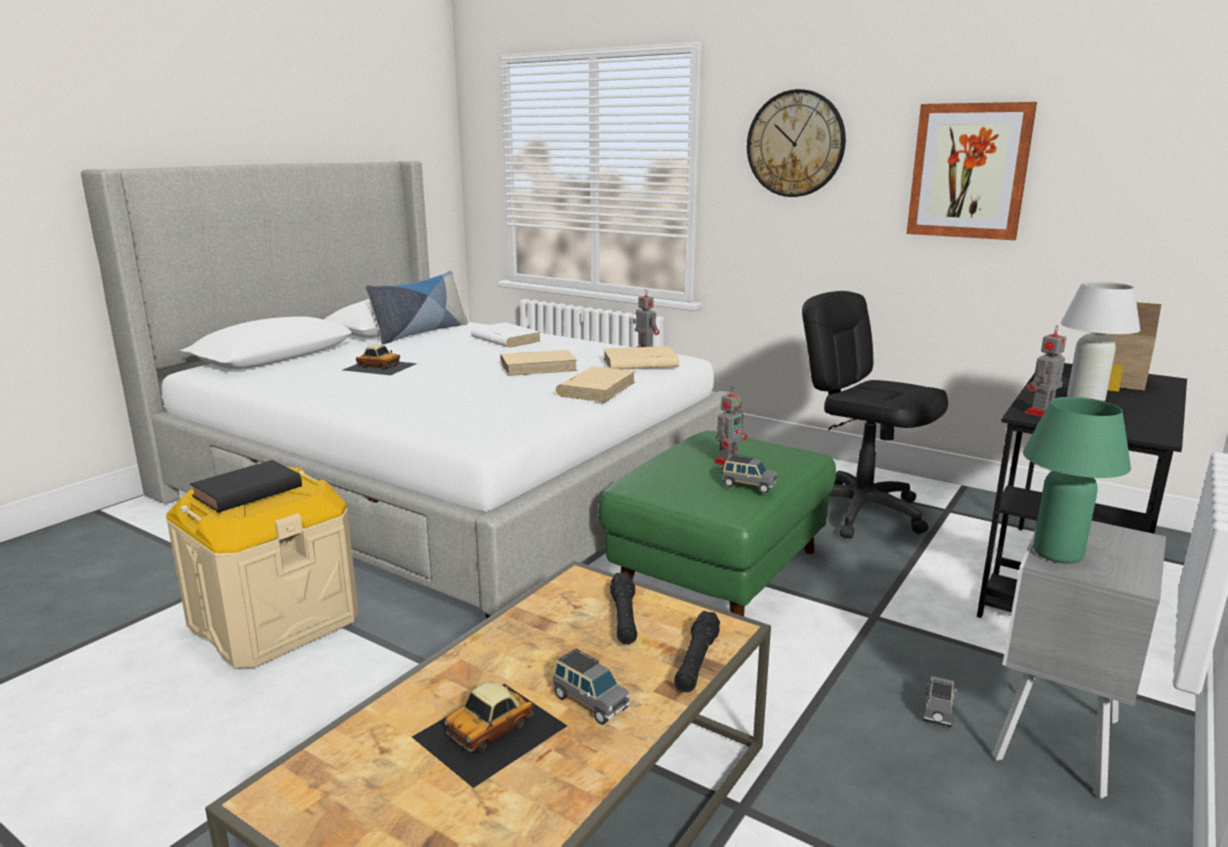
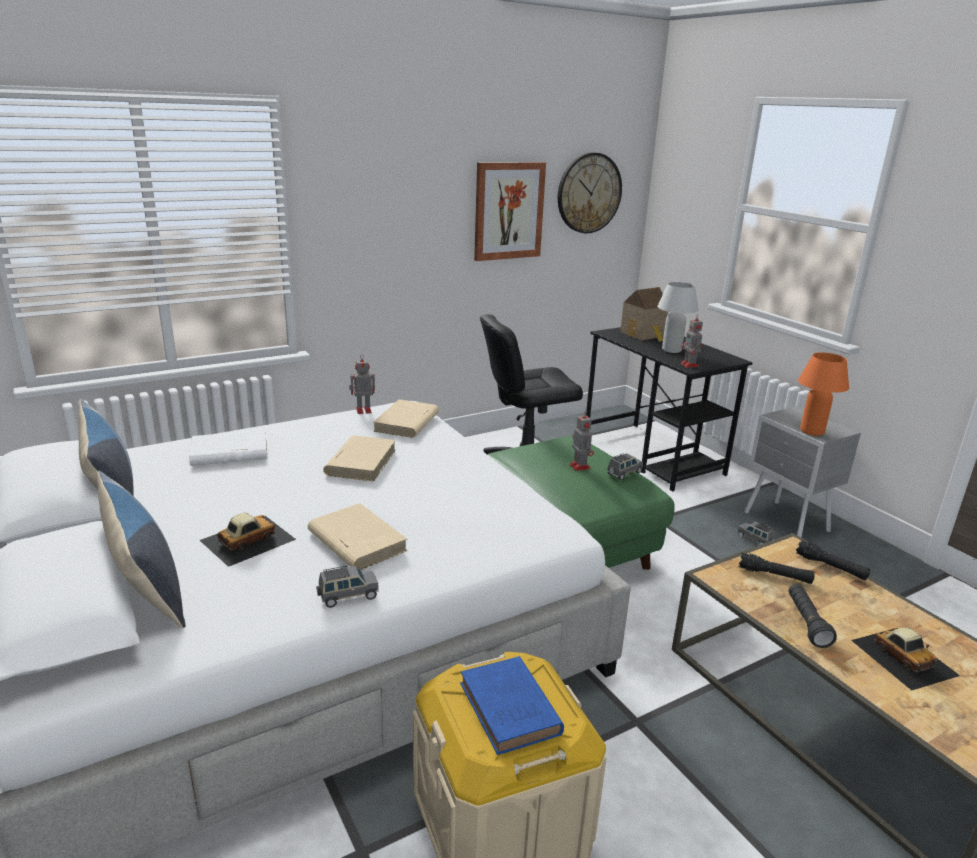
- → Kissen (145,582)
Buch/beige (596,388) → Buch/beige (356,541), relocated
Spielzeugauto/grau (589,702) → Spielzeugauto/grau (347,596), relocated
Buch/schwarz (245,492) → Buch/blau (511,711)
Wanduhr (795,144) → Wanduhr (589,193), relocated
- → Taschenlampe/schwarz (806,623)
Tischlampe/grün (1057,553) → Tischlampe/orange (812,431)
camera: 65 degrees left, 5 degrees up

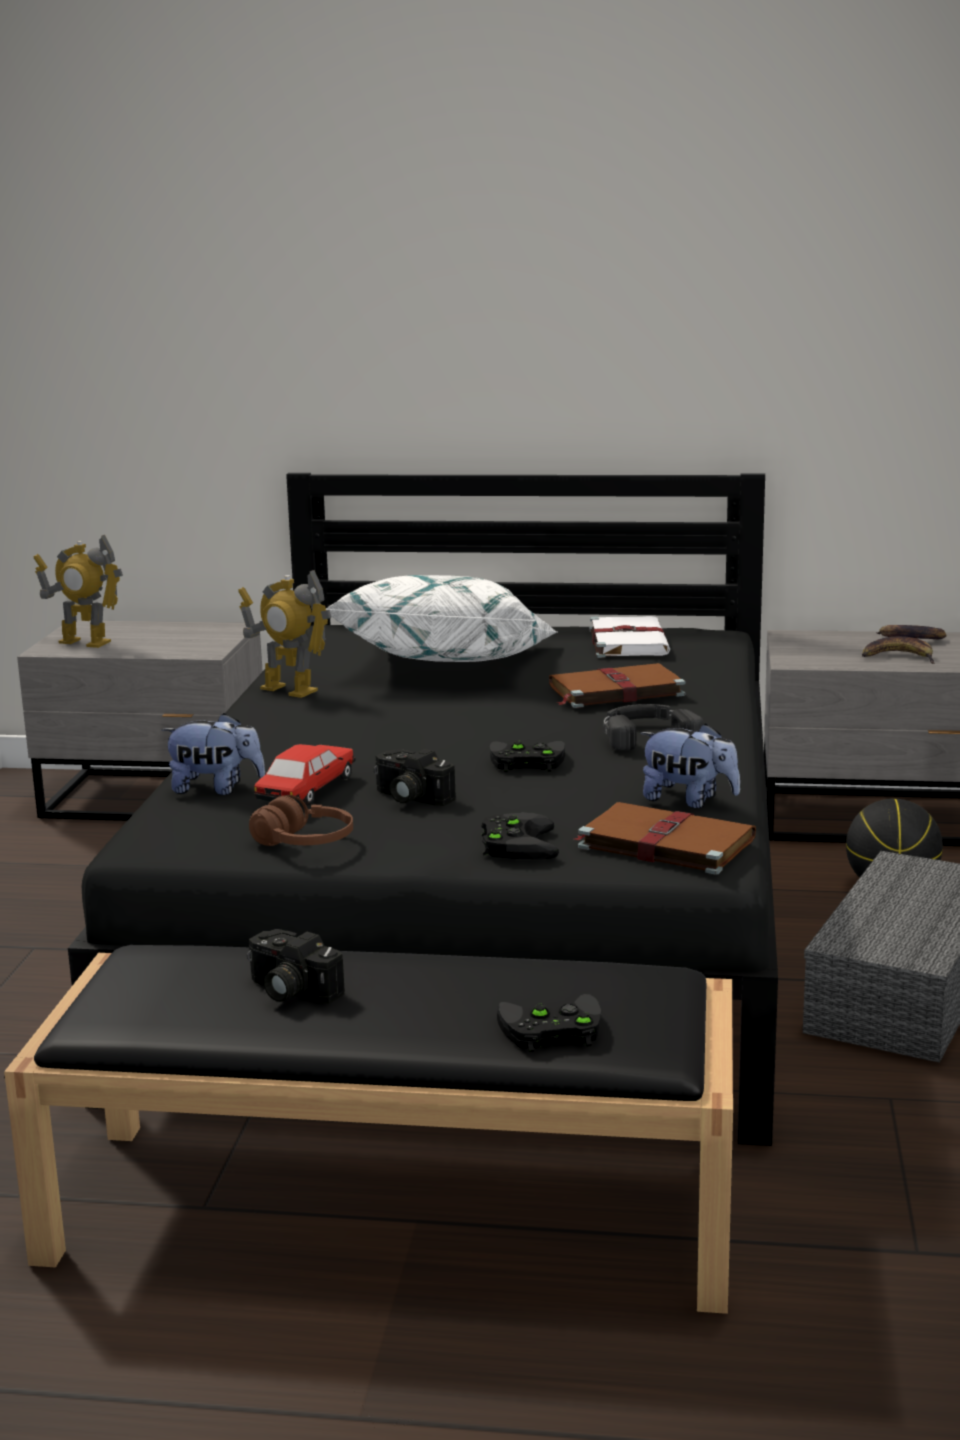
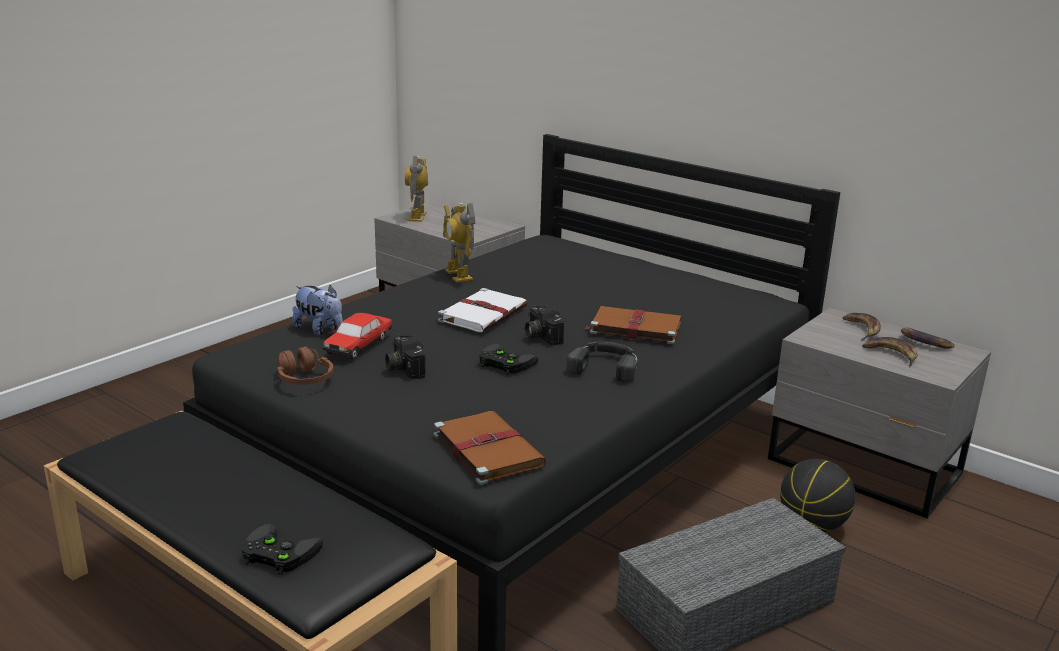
Spielzeugauto (306,791) → Spielzeugauto (358,345), 150 degrees clockwise
Spielzeugroboter (84,642) → Spielzeugroboter (418,217), 45 degrees clockwise
Buch/weiß (628,641) → Buch/weiß (483,313), relocated
Kamera (289,991) → Kamera (540,335), relocated
- → Banane (862,330)
Kissen/weiß (449,665) → -
Gamepad/schwarz (515,843) → -
Plüschtier (689,800) → -
camera: 30 degrees right, 5 degrees up

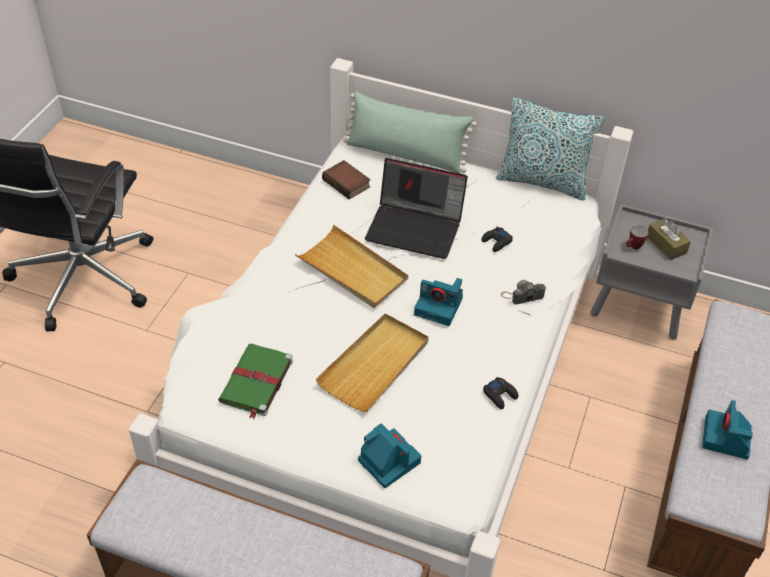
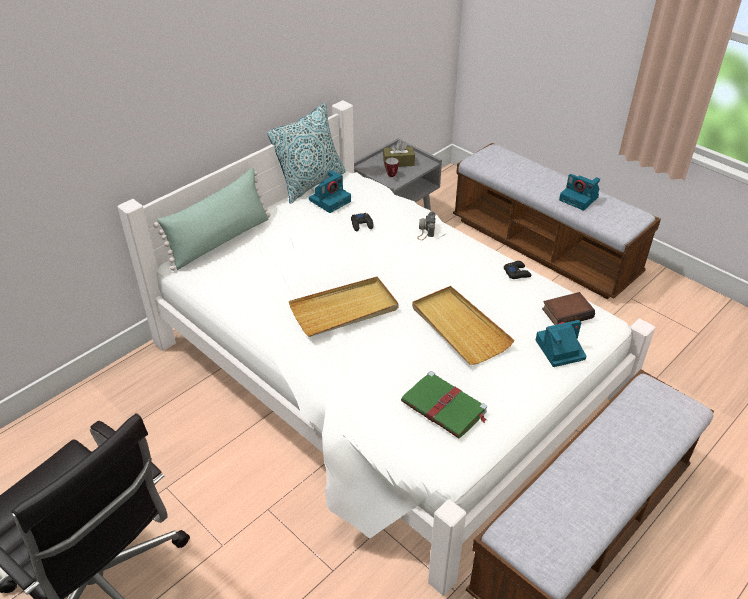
Kamera (439,306) → Kamera (330,200), relocated
Buch (347,183) → Buch (567,312), relocated
Laptop (416,228) → -
camera: 65 degrees left, 5 degrees down

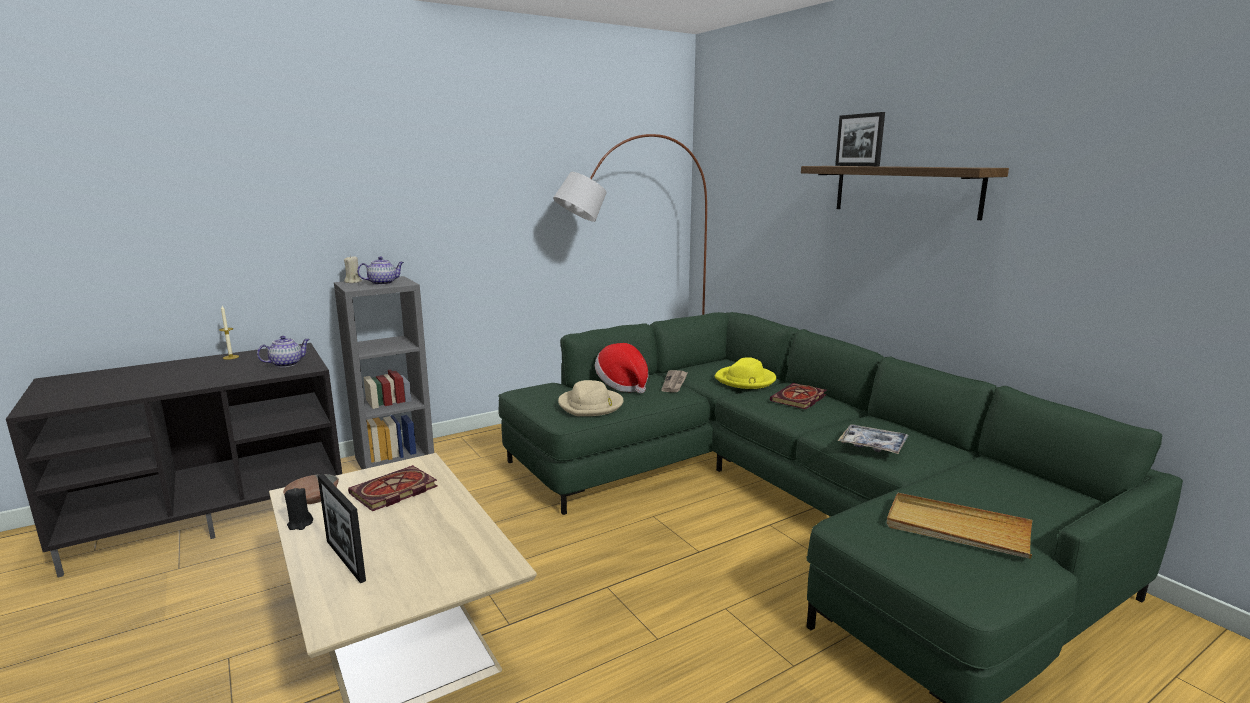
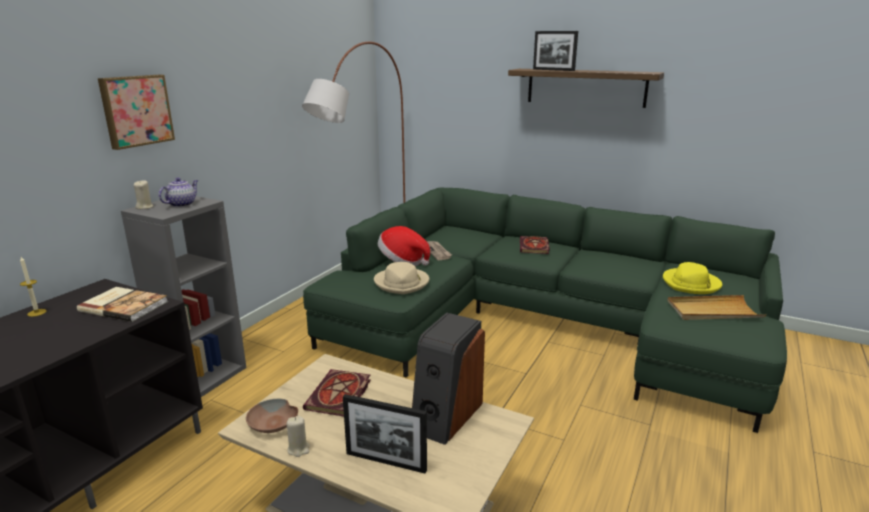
Teekanne (287,364) → Buch (124,305)
- → Bild (136,110)
Kerze/schwarz (300,524) → Kerze/beige (298,449)
- → Lautsprecher (446,416)
Hut/gelb (745,380) → Hut/gelb (691,284), relocated
Tablett (872,445) → -
camera: 30 degrees left, 5 degrees up

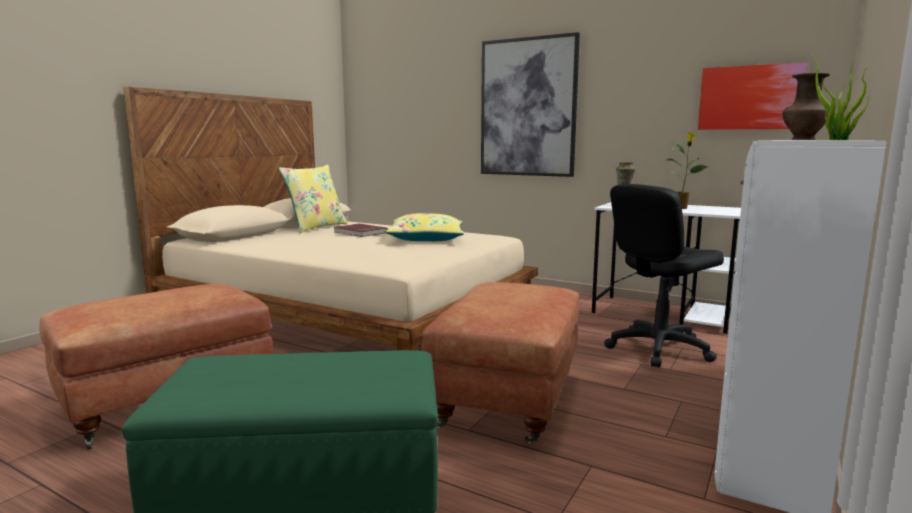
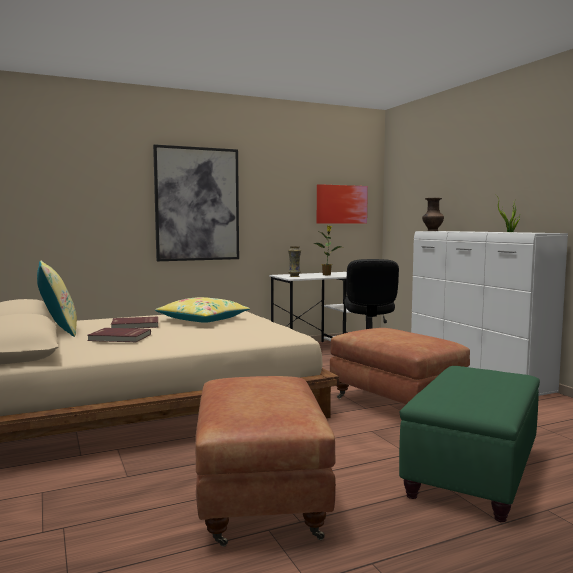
- → Buch/rot (119,337)
camera: 55 degrees left, 5 degrees down

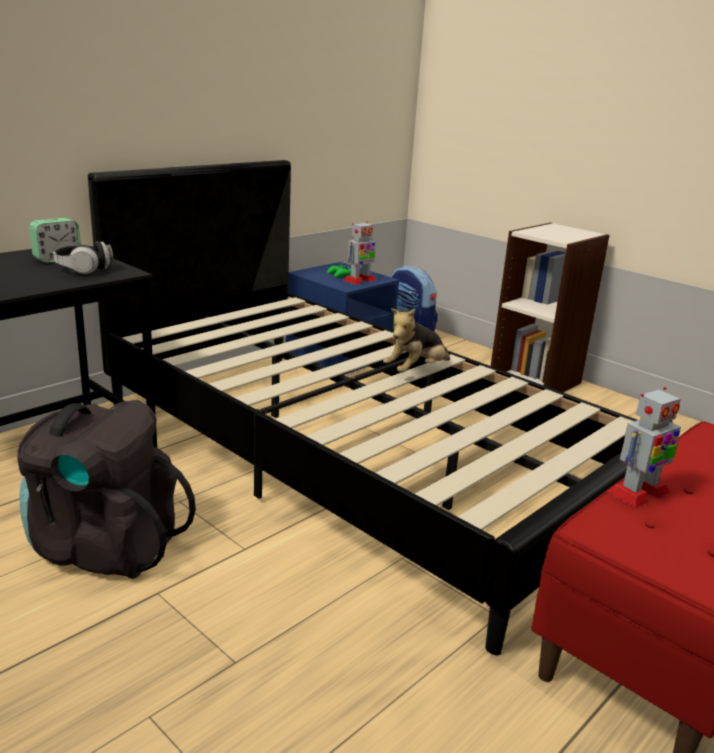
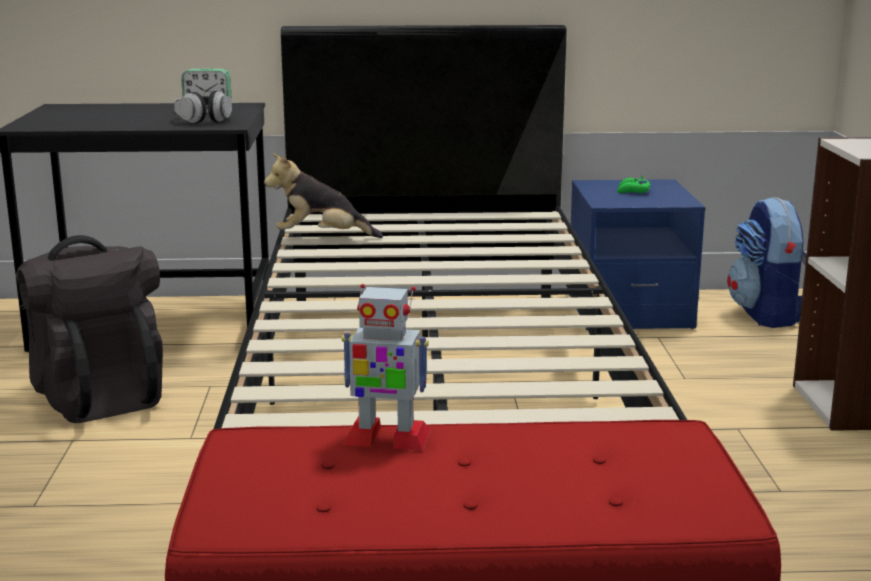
Plüschtier (416,371) → Plüschtier (321,238), relocated
Spielzeugroboter (359,280) → -
camera: 45 degrees right, 5 degrees down

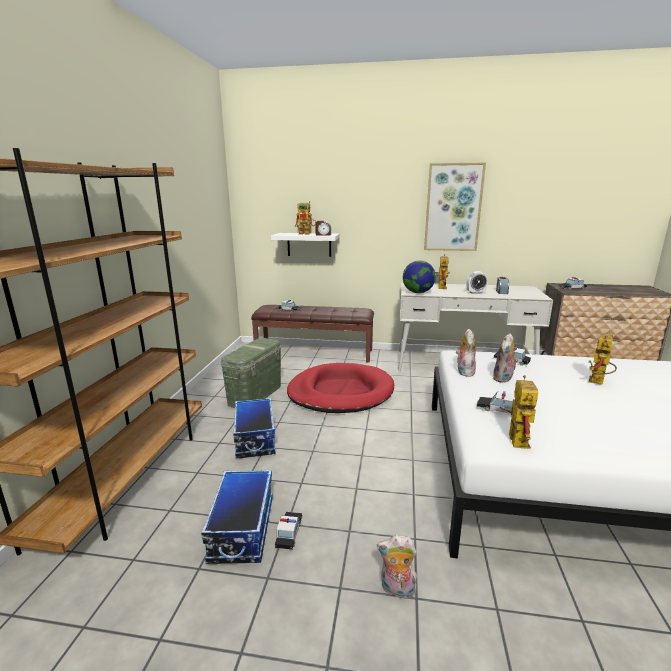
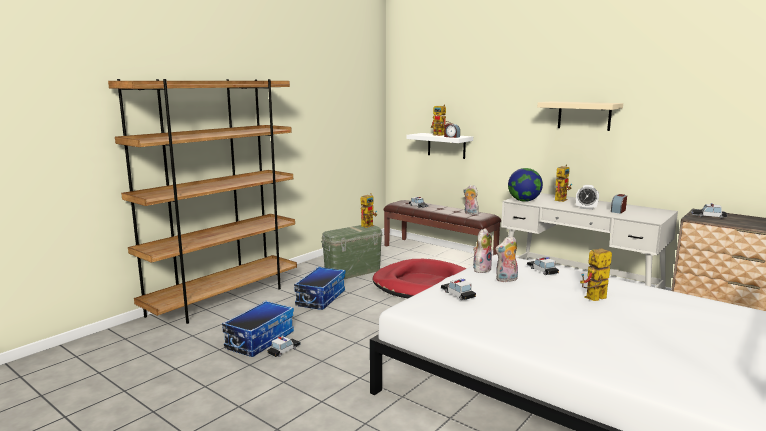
Spielzeugroboter (514,438) → Spielzeugroboter (368,225), relocated
Plüschtier (397,590) → Plüschtier (470,213), relocated
Bild (453,207) → Wandregal/beige (584,115)
camera: 30 degrees right, 5 degrees down

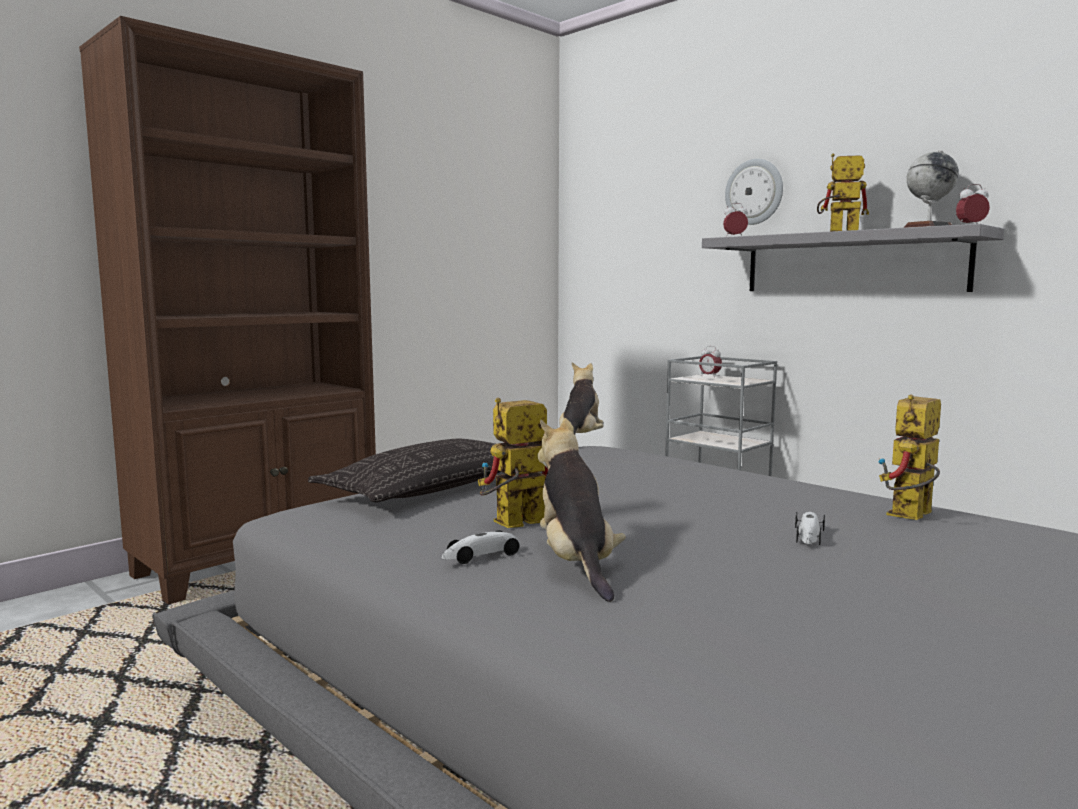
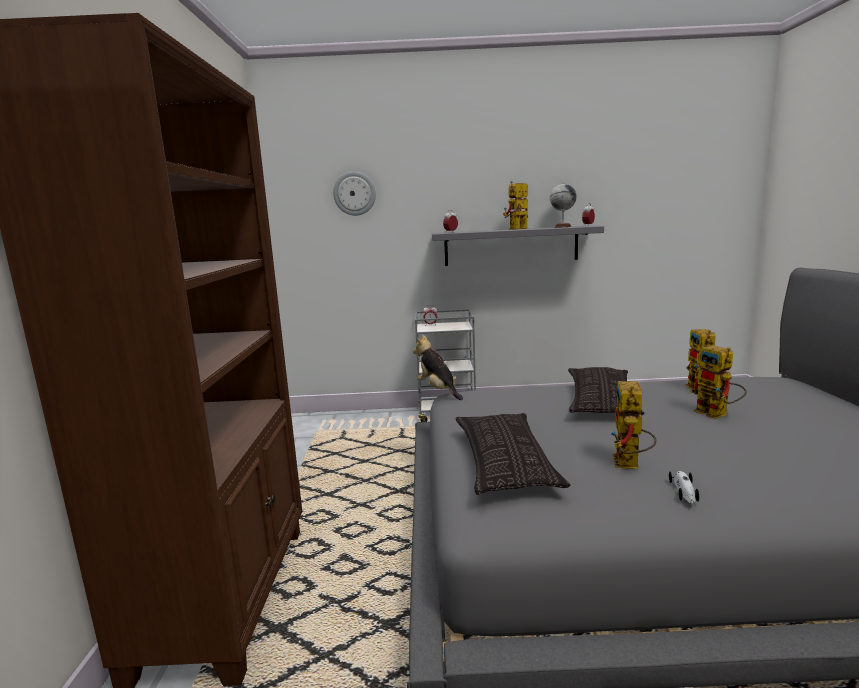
Wanduhr (754,192) → Wanduhr (354,193), relocated
- → Kissen (600,400)
Spielzeugauto (808,536) → Spielzeugroboter (717,414)
Plüschtier (576,563) → -
camera: 45 degrees left, 5 degrees up

